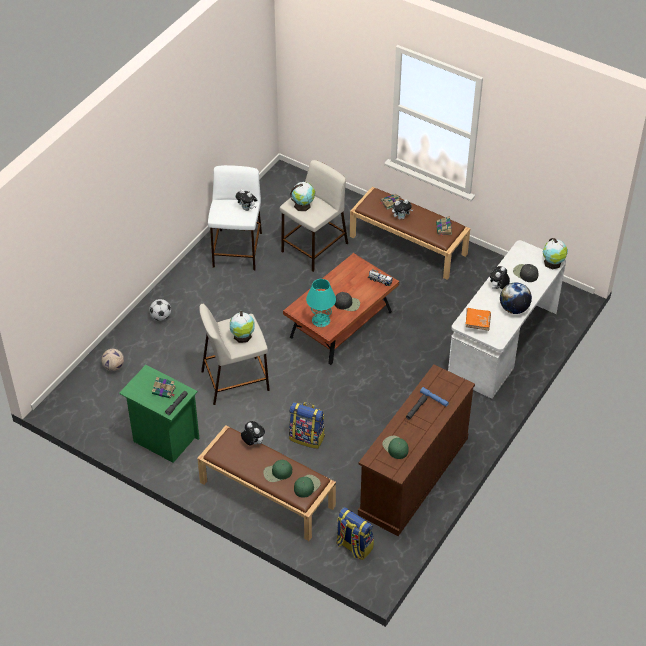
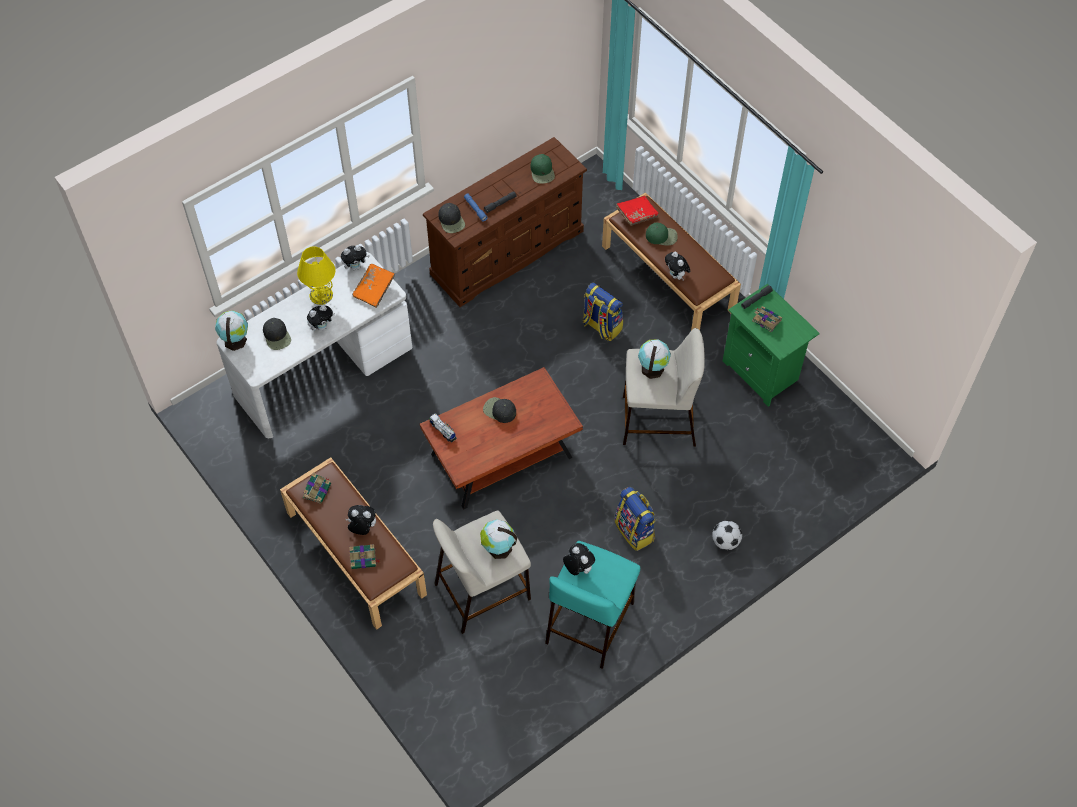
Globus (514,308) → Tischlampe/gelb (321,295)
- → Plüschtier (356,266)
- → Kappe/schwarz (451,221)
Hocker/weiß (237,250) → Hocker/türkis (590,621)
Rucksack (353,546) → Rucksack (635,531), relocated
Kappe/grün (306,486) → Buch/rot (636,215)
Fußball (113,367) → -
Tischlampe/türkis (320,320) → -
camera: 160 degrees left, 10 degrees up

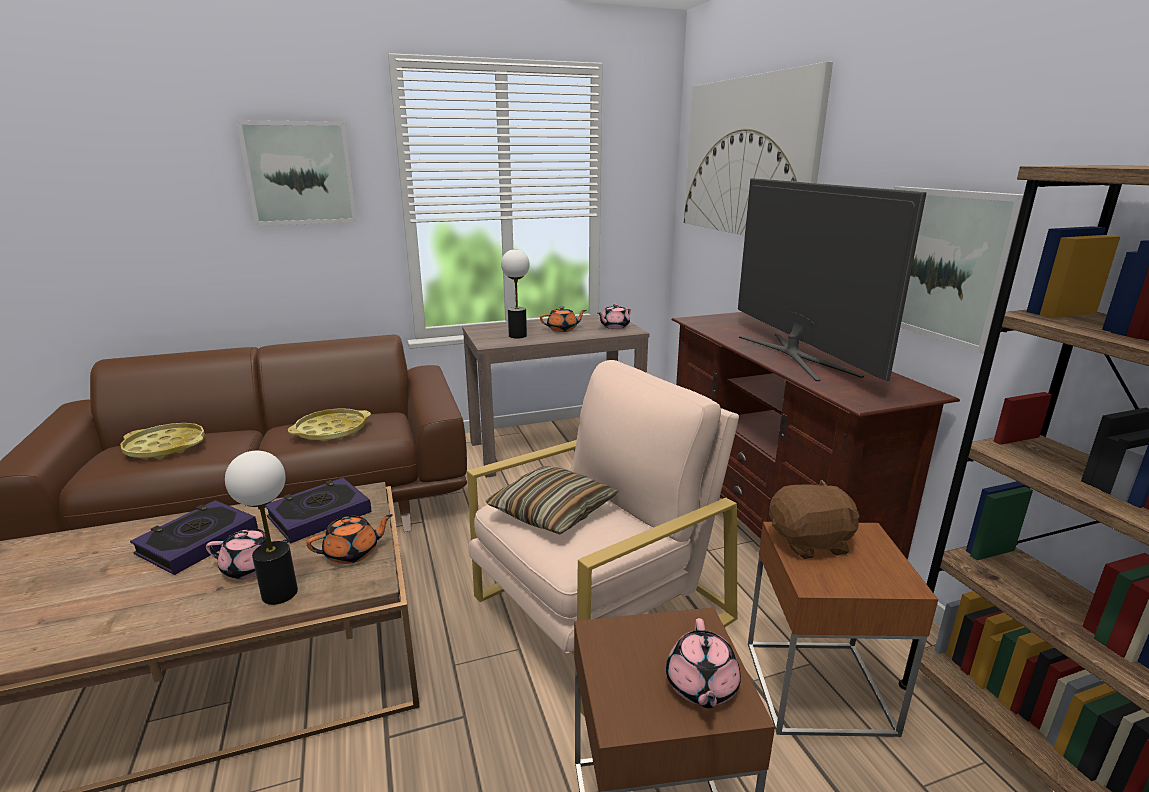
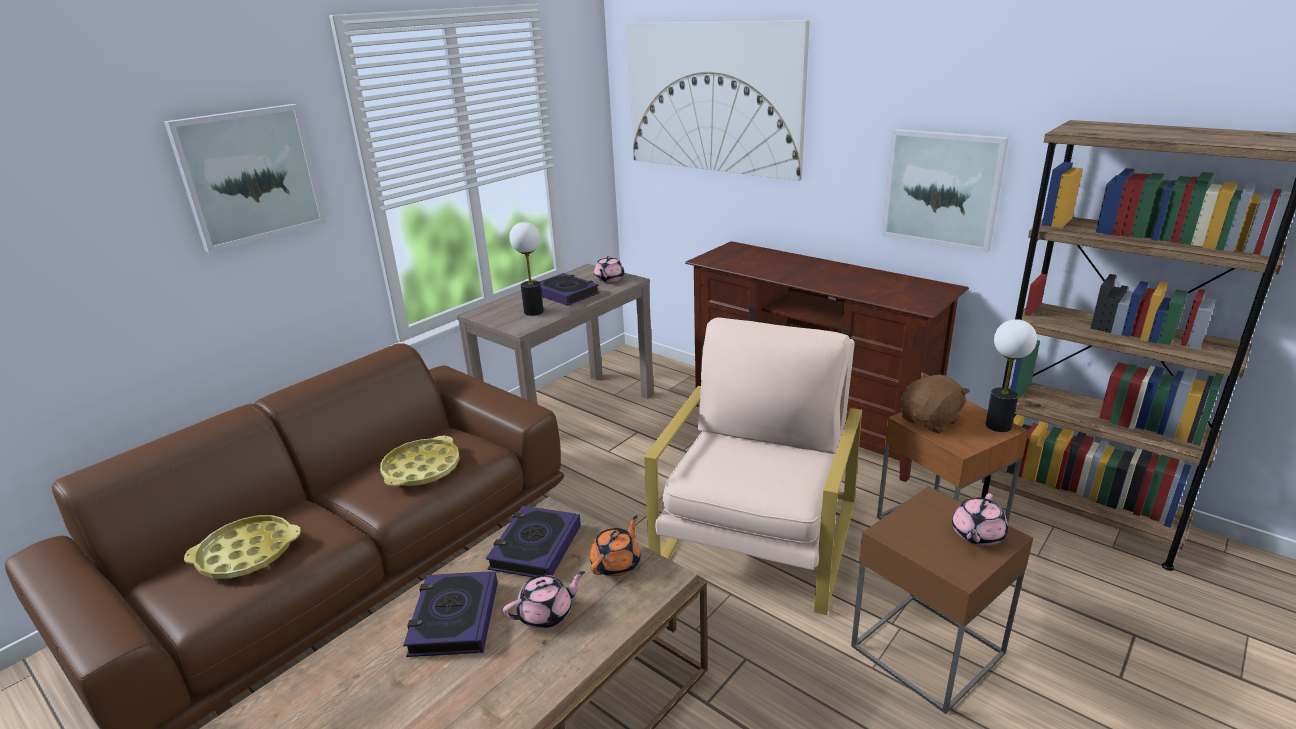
Teekanne/orange (563,329) → Buch (566,294)
Teekanne/rosa (701,686) → Teekanne/rosa (977,535), 60 degrees clockwise
Tischlampe (280,593) → Tischlampe (998,425), relocated
Kissen (552,511) → -
Fernseher (796,355) → -
camera: 30 degrees left, 5 degrees up

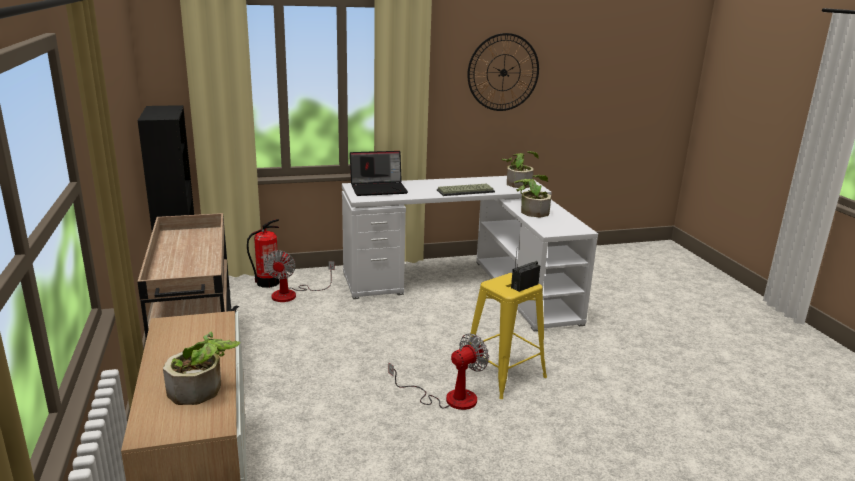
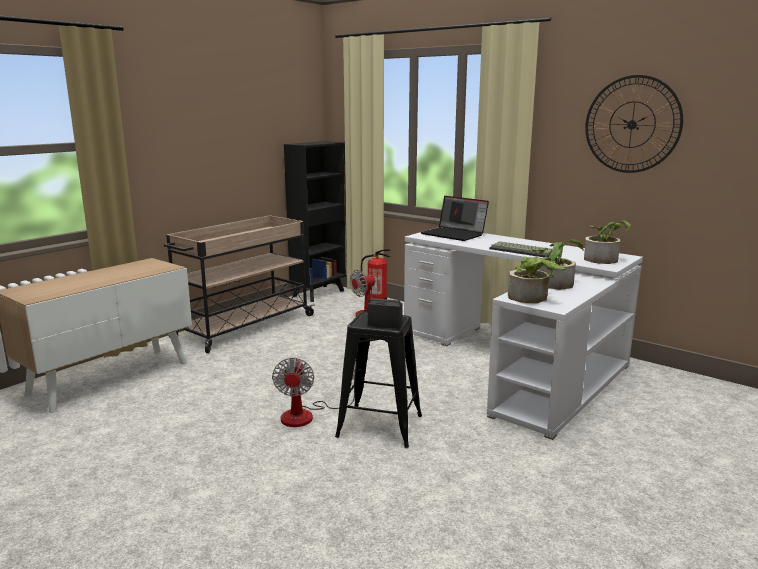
Ventilator (449,398) → Ventilator (307,415), 75 degrees clockwise
Hocker/gelb (504,374) → Hocker/schwarz (380,426)
Topfpflanze (202,389) → Topfpflanze (532,298), relocated
camera: 55 degrees right, 5 degrees down

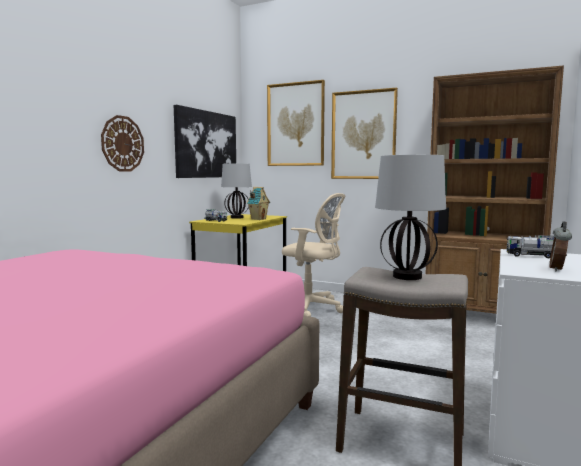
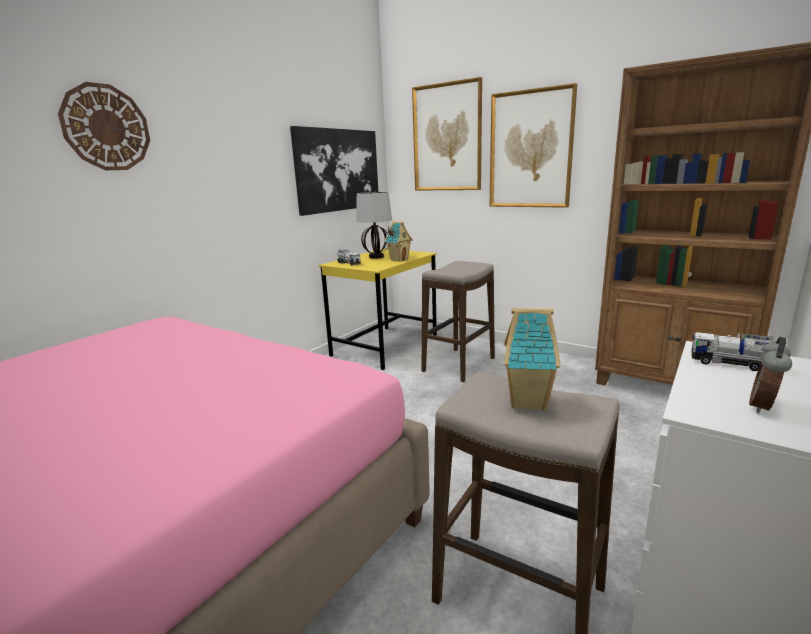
Wanduhr (122,144) → Wanduhr (106,128), relocated
Bürostuhl/beige (311,308) → Hocker (459,365)
Tischlampe (408,277) → Spielzeughaus (529,402)
camera: 10 degrees right, 10 degrees up

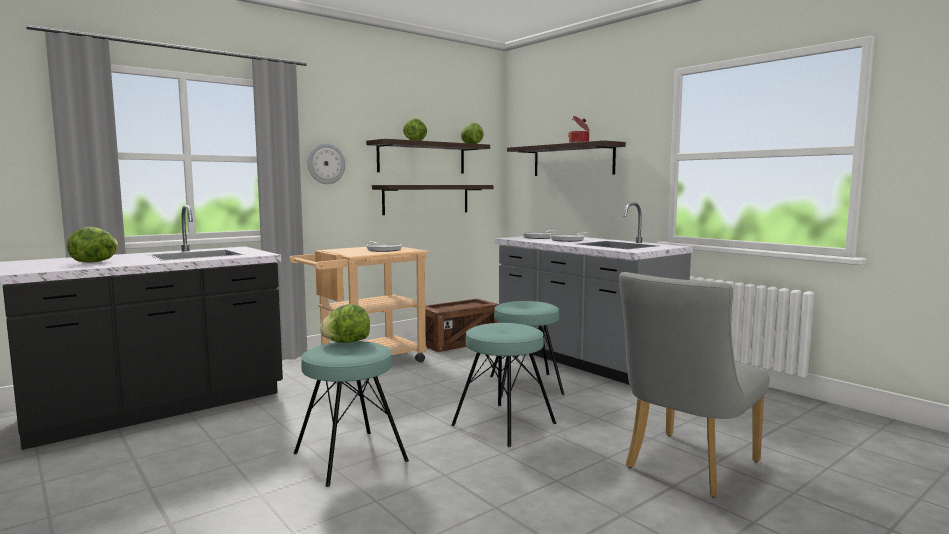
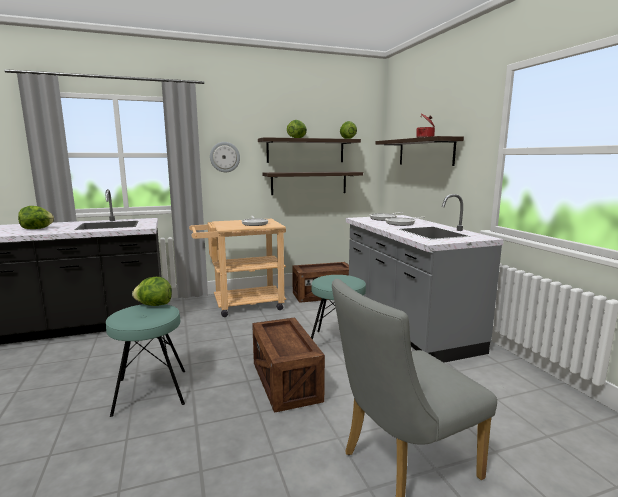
Hocker/türkis (504,424) → Kiste (285,382)
camera: 20 degrees right, 5 degrees up

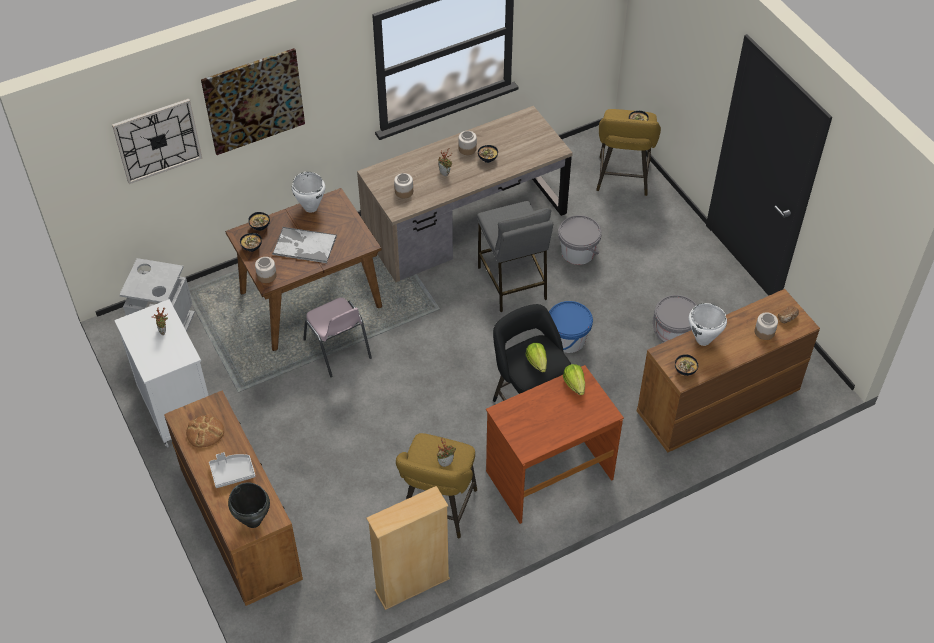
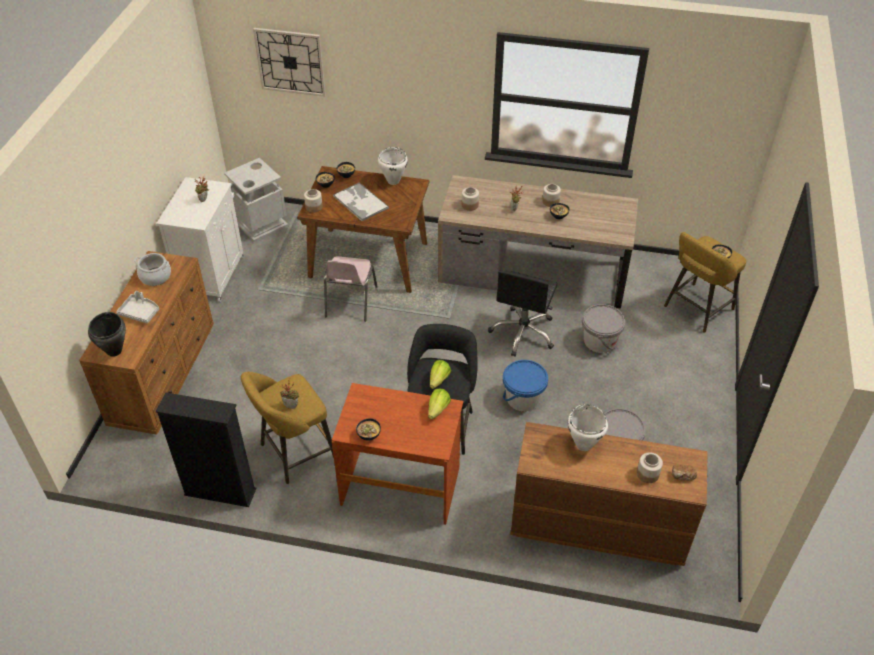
Brot (205,432) → Kochtopf (155,277)
Bücherregal/beige (412,585) → Bücherregal/schwarz (220,492)
Schüssel (684,371) → Schüssel (368,435), relocated
Hocker/grau (512,283) → Bürostuhl/schwarz (523,332)
Bild (254,101) → -
camera: 40 degrees right, 5 degrees down

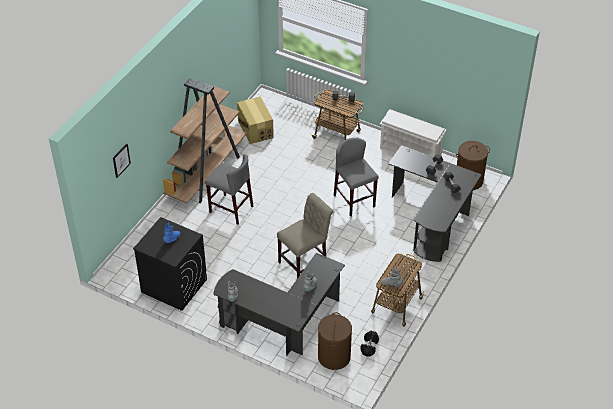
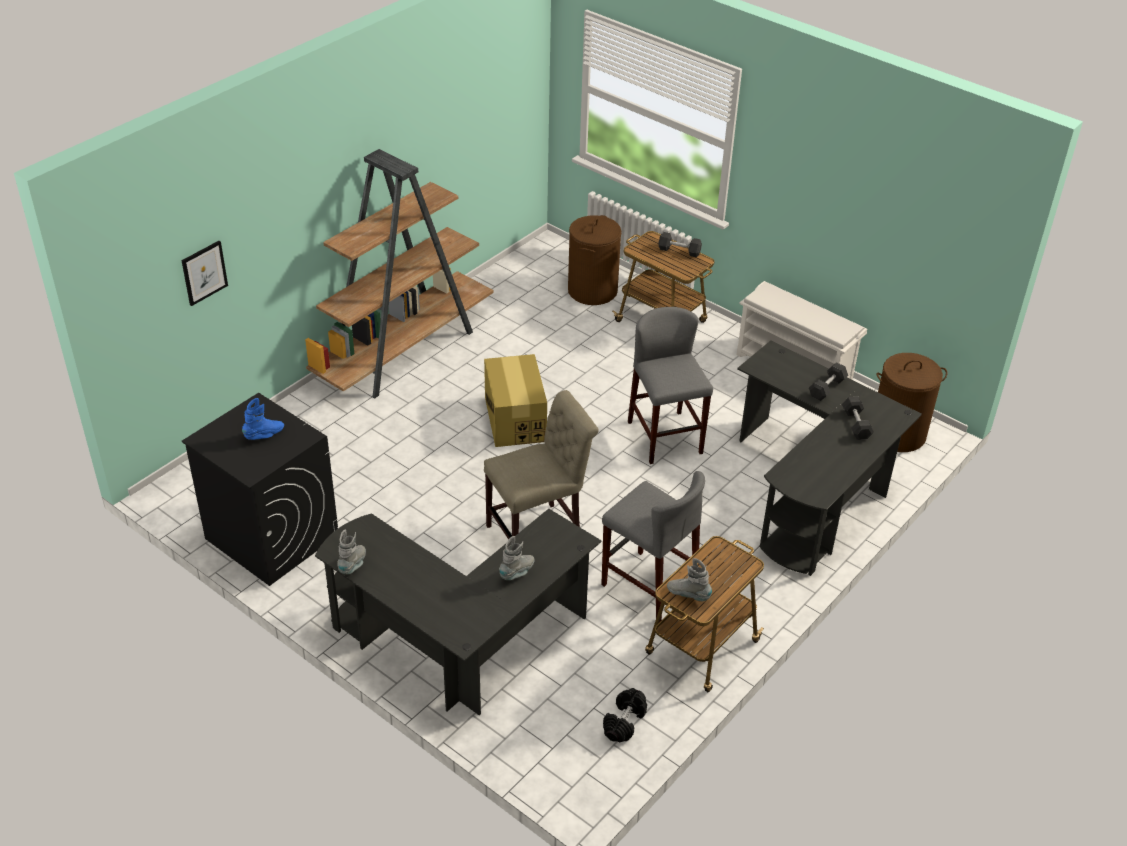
Karton (255,129) → Karton (515,419), relocated
Wäschekorb/braun (334,356) → Wäschekorb/braun (592,291), relocated
Hocker/grau (231,209) → Hocker/grau (649,585), relocated
camera: 10 degrees right, 5 degrees down

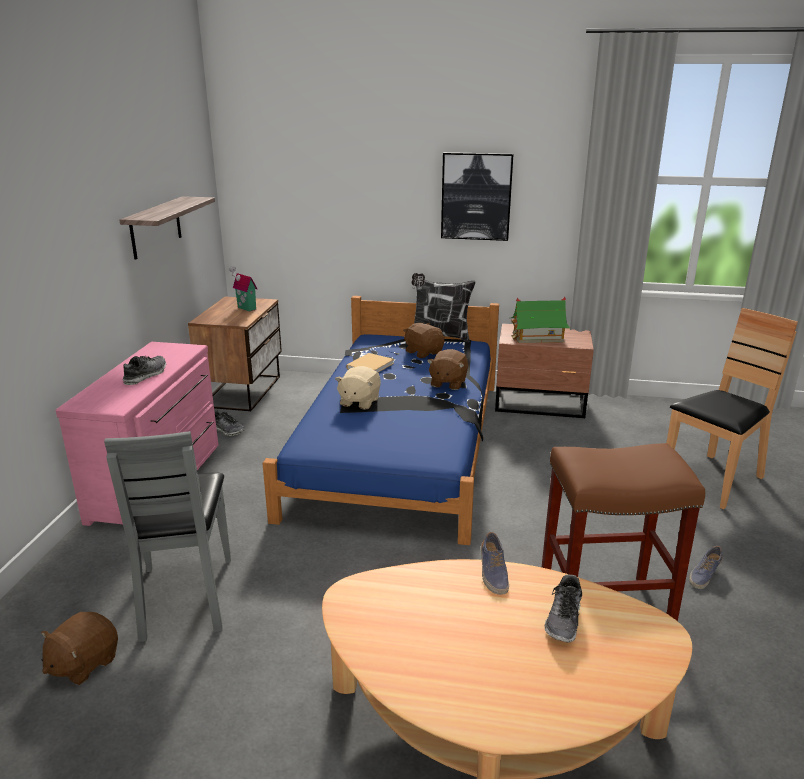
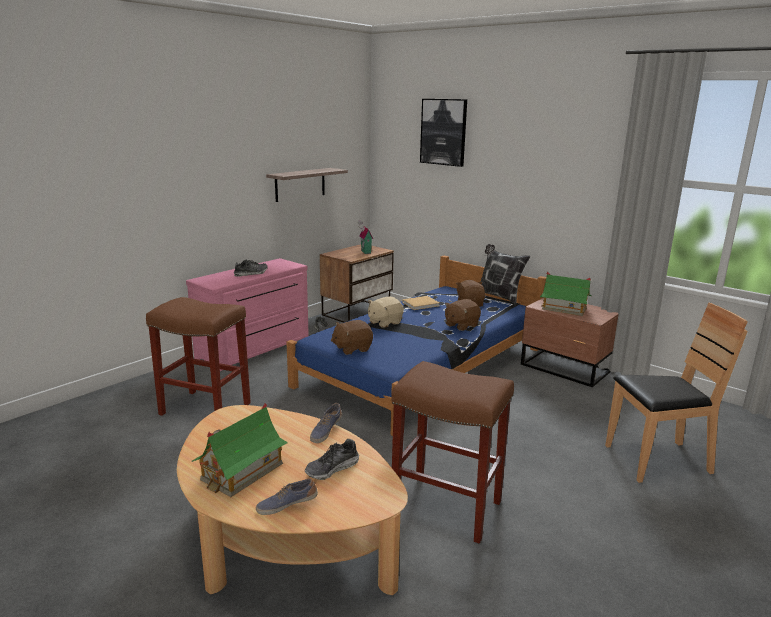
Stuhl/grau (185,596) → Hocker/braun (204,409)
- → Spielzeughaus (241,471)
Schuh (704,574) → Schuh (287,505), relocated
Plüschtier/braun (83,663) → Plüschtier/braun (352,348), relocated
Bild (476,196) → Bild (443,132), relocated
camera: 30 degrees right, 5 degrees down

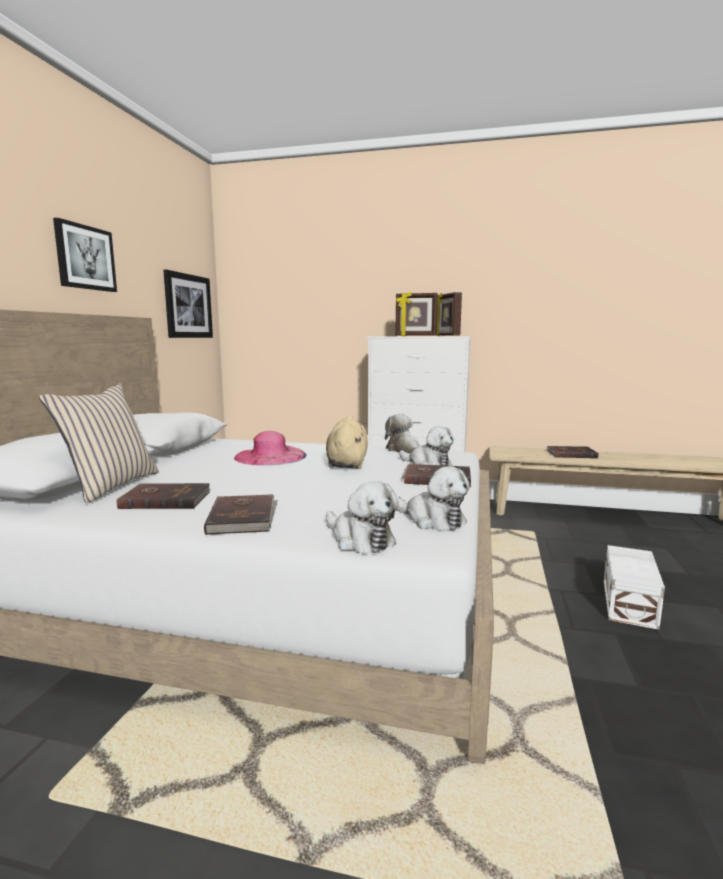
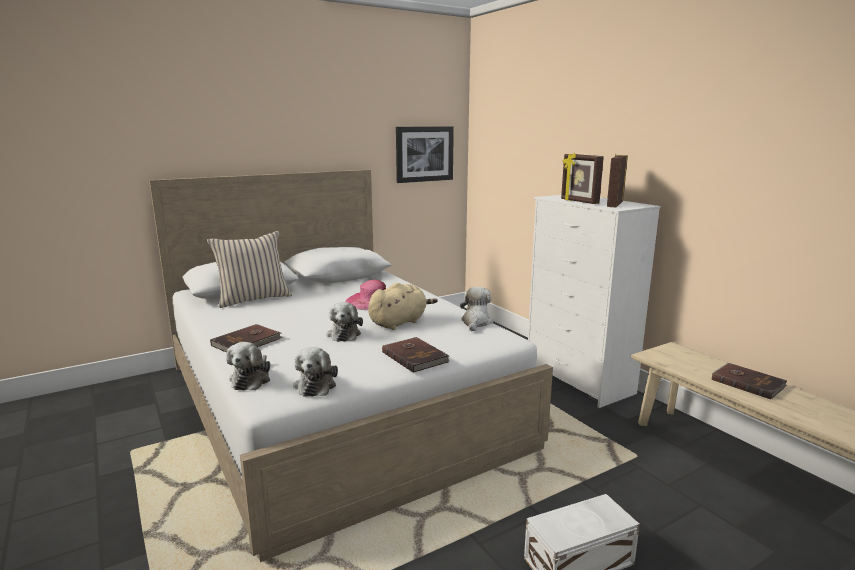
Plüschtier (428,464) → Plüschtier (344,334), relocated
Bild (85,257) → -
Buch/braun (165,499) → -
camera: 45 degrees right, 5 degrees up

